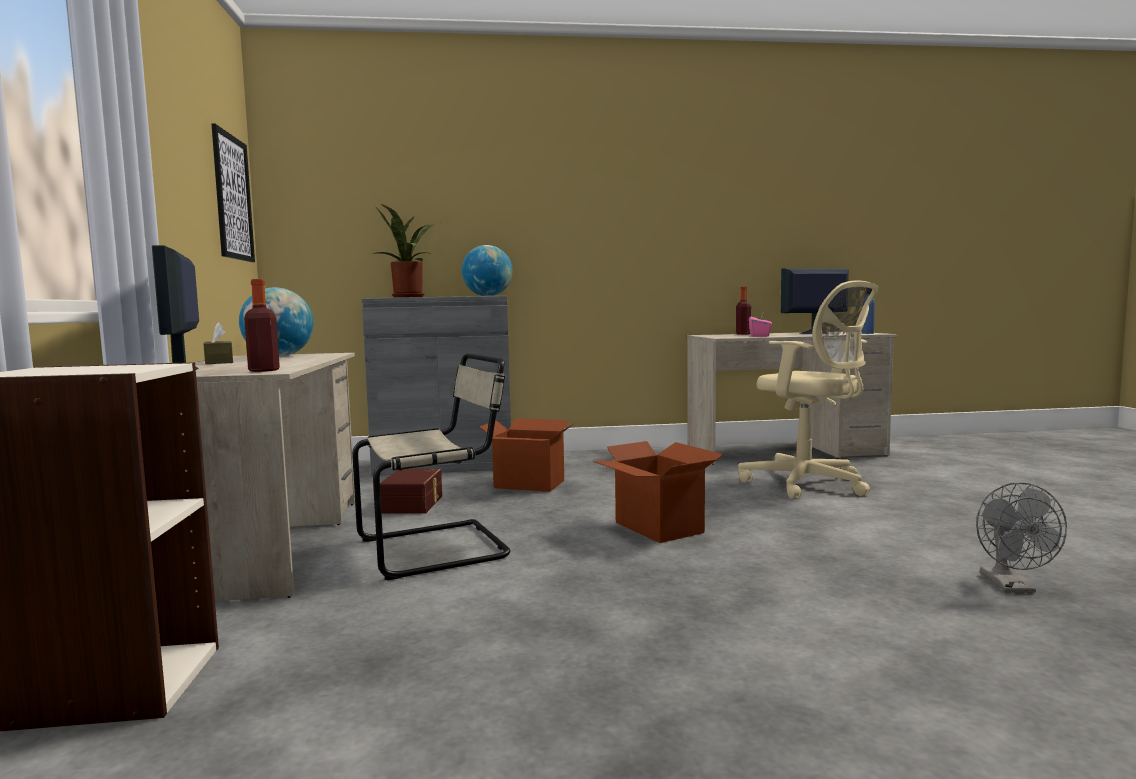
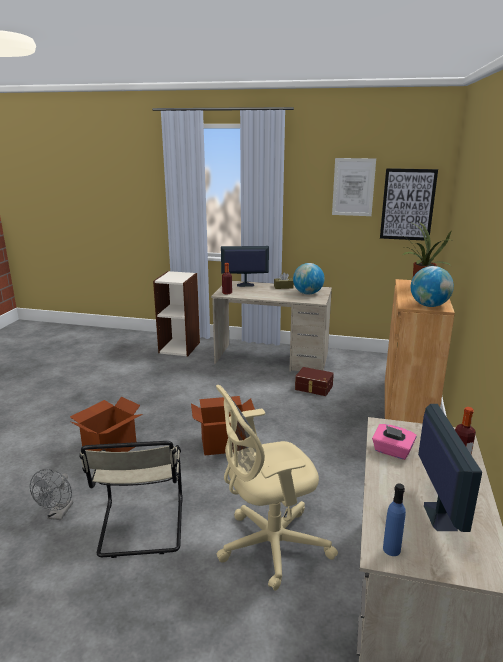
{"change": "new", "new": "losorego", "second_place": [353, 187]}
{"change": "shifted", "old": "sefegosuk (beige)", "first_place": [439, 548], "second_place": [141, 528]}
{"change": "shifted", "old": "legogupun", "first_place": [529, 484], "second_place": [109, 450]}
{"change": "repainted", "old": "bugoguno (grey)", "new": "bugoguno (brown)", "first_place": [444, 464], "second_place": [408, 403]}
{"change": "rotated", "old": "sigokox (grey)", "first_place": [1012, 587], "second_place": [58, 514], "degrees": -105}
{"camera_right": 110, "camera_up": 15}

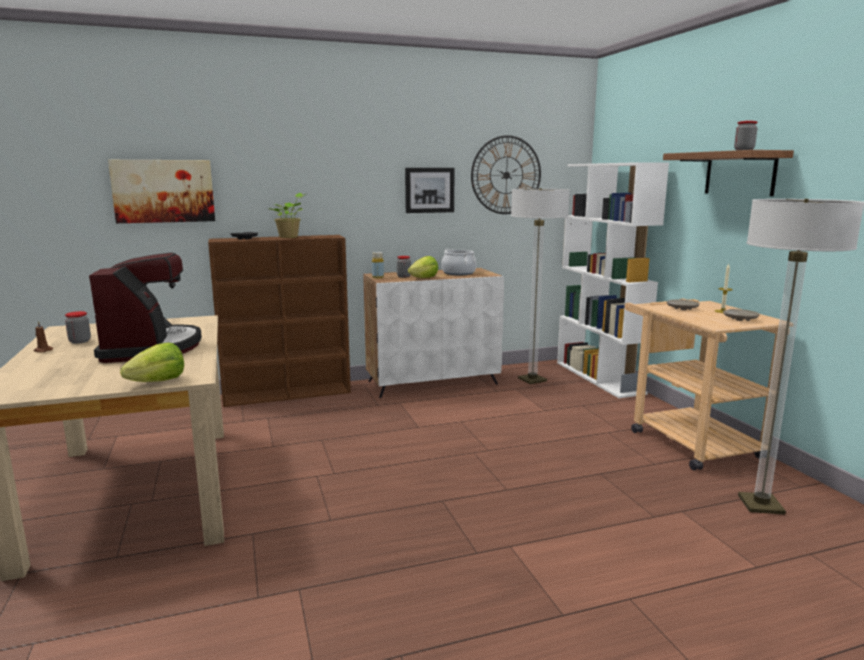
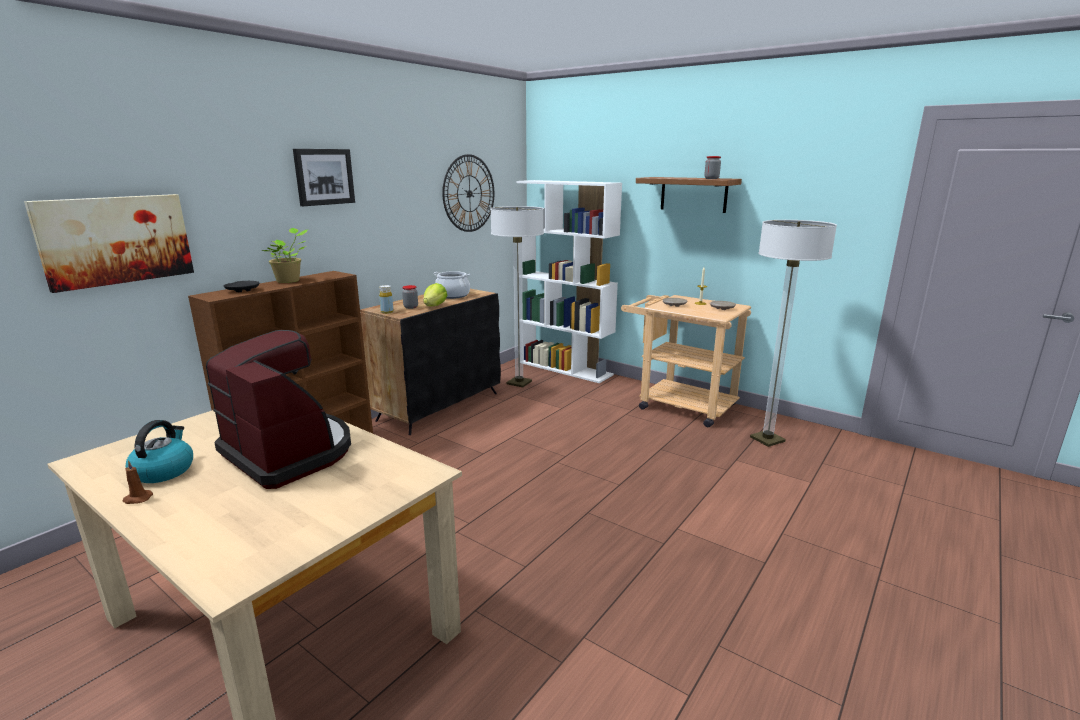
{"change": "gone", "old": "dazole", "first_place": [158, 381]}
{"change": "shifted", "old": "losorego", "first_place": [429, 190], "second_place": [324, 177]}
{"change": "swapped", "old": "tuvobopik", "new": "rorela", "first_place": [80, 341], "second_place": [163, 471]}
{"change": "repainted", "old": "bugoguno (white)", "new": "bugoguno (black)", "first_place": [433, 382], "second_place": [439, 406]}
{"camera_right": -35, "camera_up": 5}

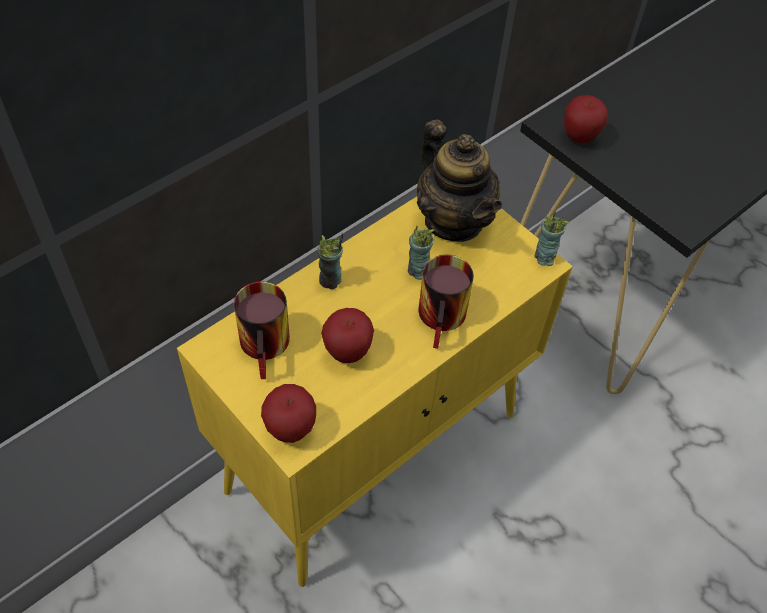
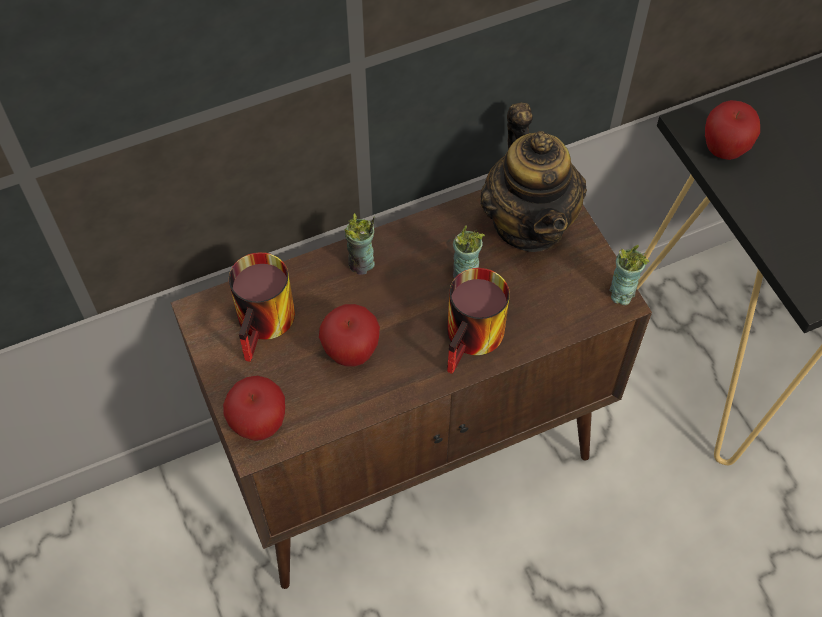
{"change": "repainted", "old": "bugoguno (yellow)", "new": "bugoguno (brown)", "first_place": [375, 450], "second_place": [413, 457]}
{"camera_right": 20, "camera_up": 5}

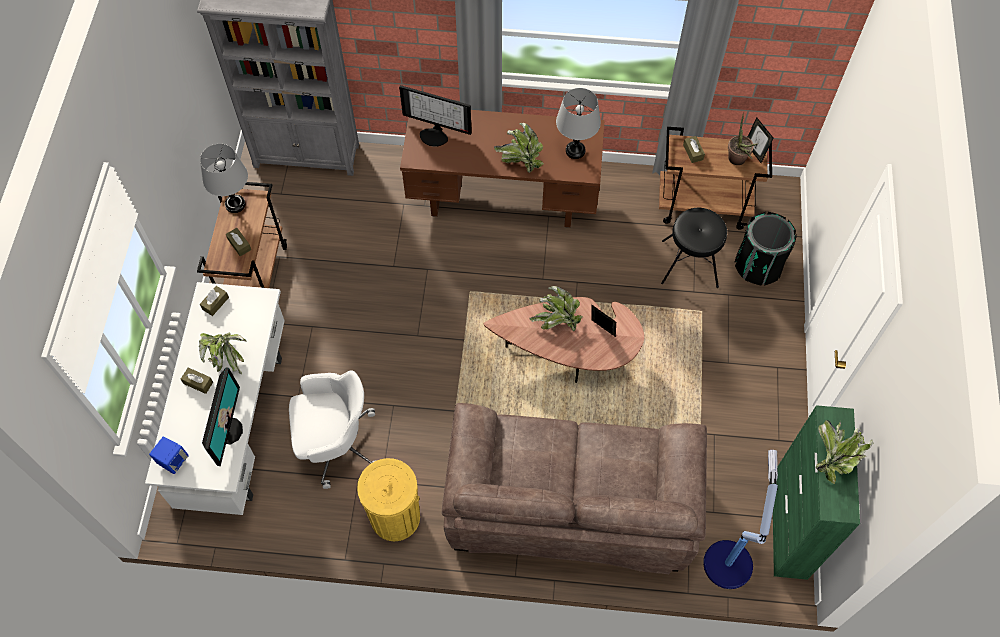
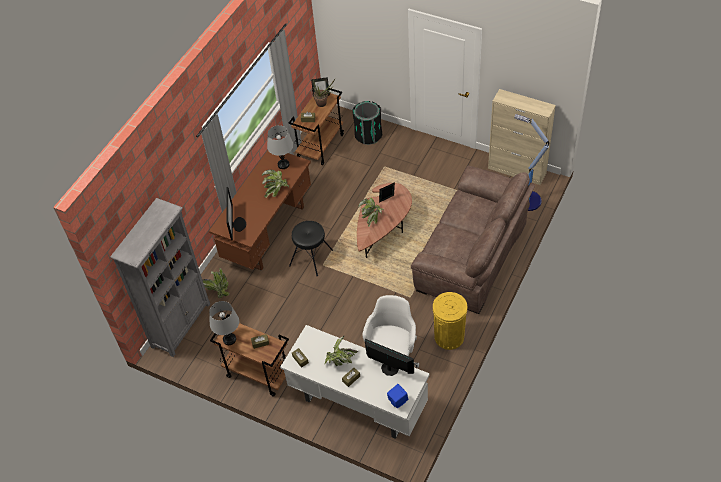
{"change": "shifted", "old": "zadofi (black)", "first_place": [690, 264], "second_place": [311, 258]}
{"change": "shifted", "old": "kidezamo", "first_place": [834, 457], "second_place": [218, 289]}
{"change": "repainted", "old": "bugoguno (green)", "new": "bugoguno (beige)", "first_place": [789, 526], "second_place": [517, 171]}
{"change": "rotated", "old": "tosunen", "first_place": [435, 135], "second_place": [237, 224], "degrees": -45}
{"camera_right": -65, "camera_up": -10}

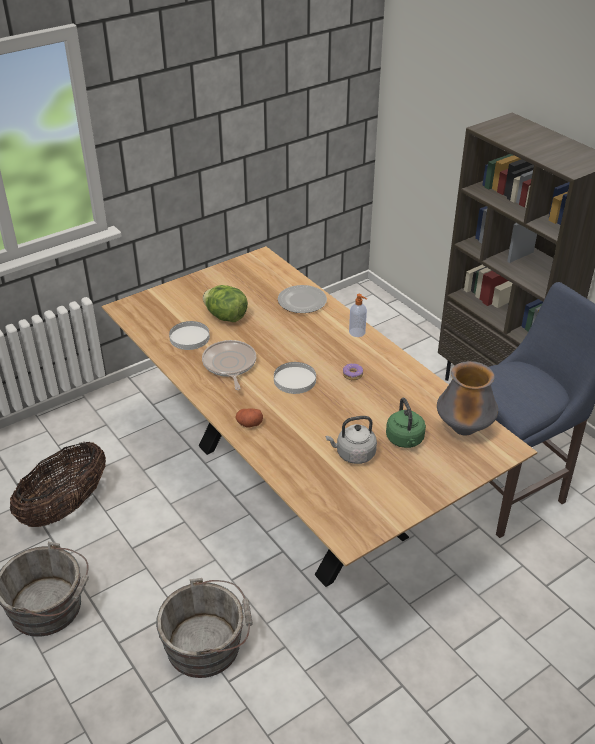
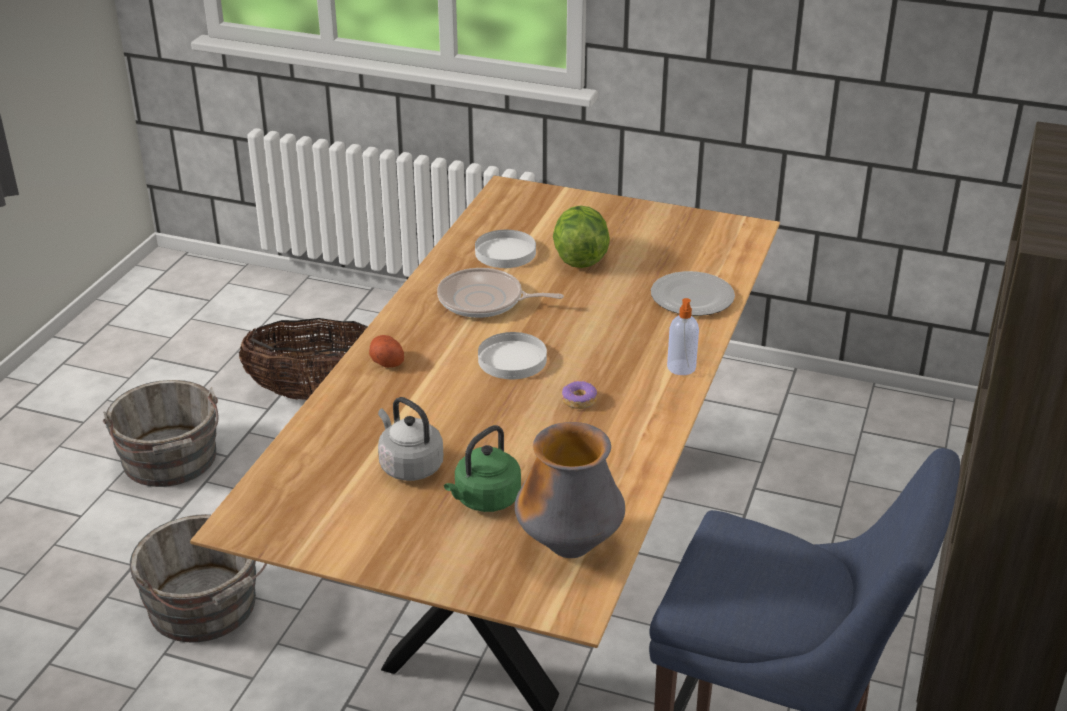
{"change": "rotated", "old": "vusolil", "first_place": [229, 365], "second_place": [485, 301], "degrees": -120}
{"camera_right": 55, "camera_up": -5}

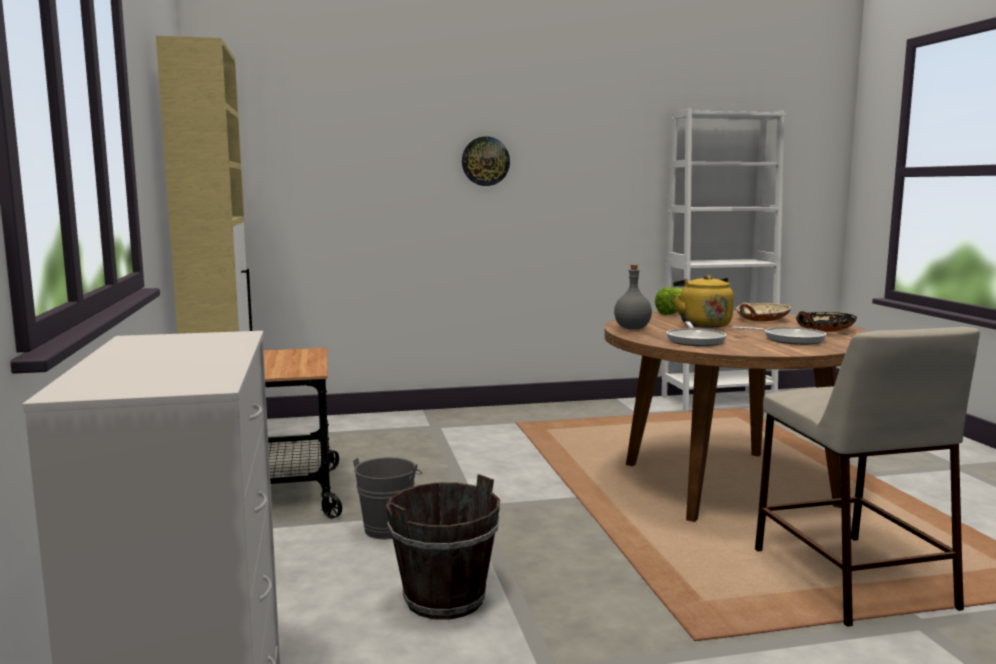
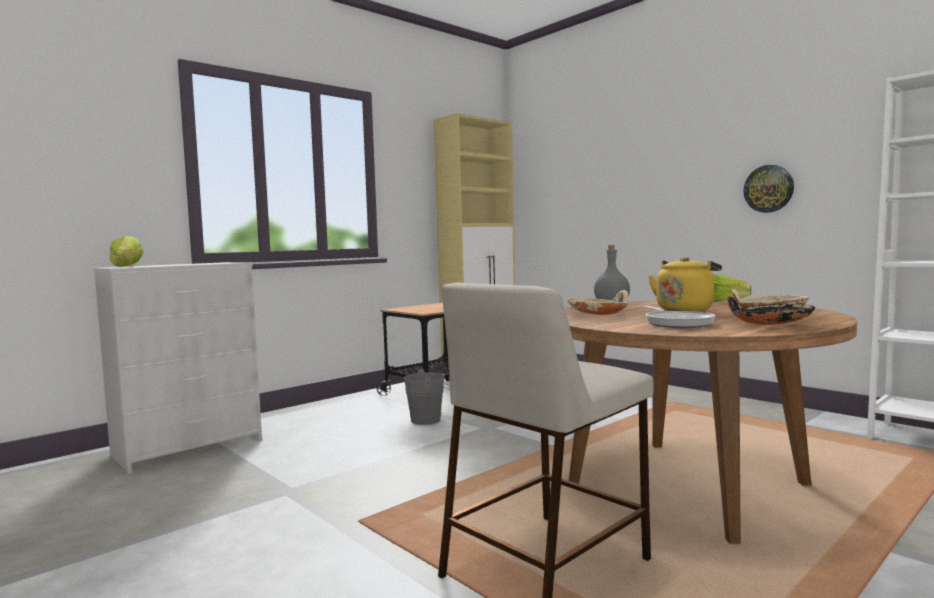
{"change": "gone", "old": "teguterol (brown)", "first_place": [444, 599]}
{"change": "new", "new": "dazole", "second_place": [127, 266]}
{"change": "shifted", "old": "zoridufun", "first_place": [485, 161], "second_place": [768, 188]}
{"change": "swapped", "old": "vusolil", "new": "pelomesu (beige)", "first_place": [695, 340], "second_place": [598, 314]}
{"camera_right": 60, "camera_up": -5}

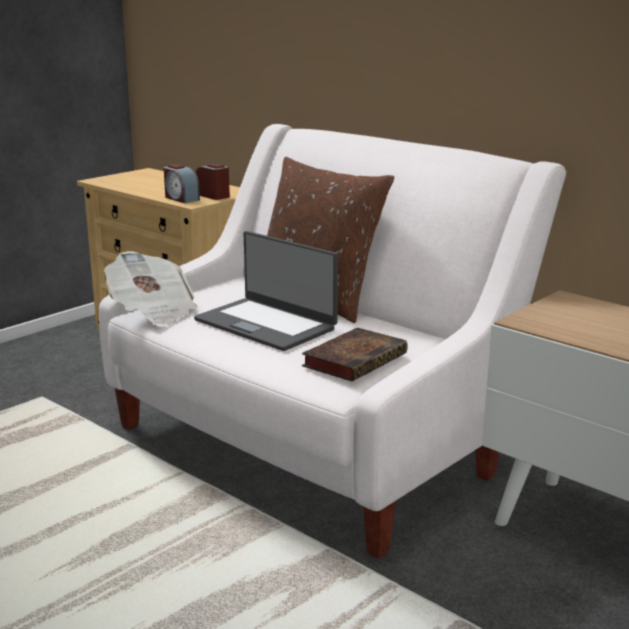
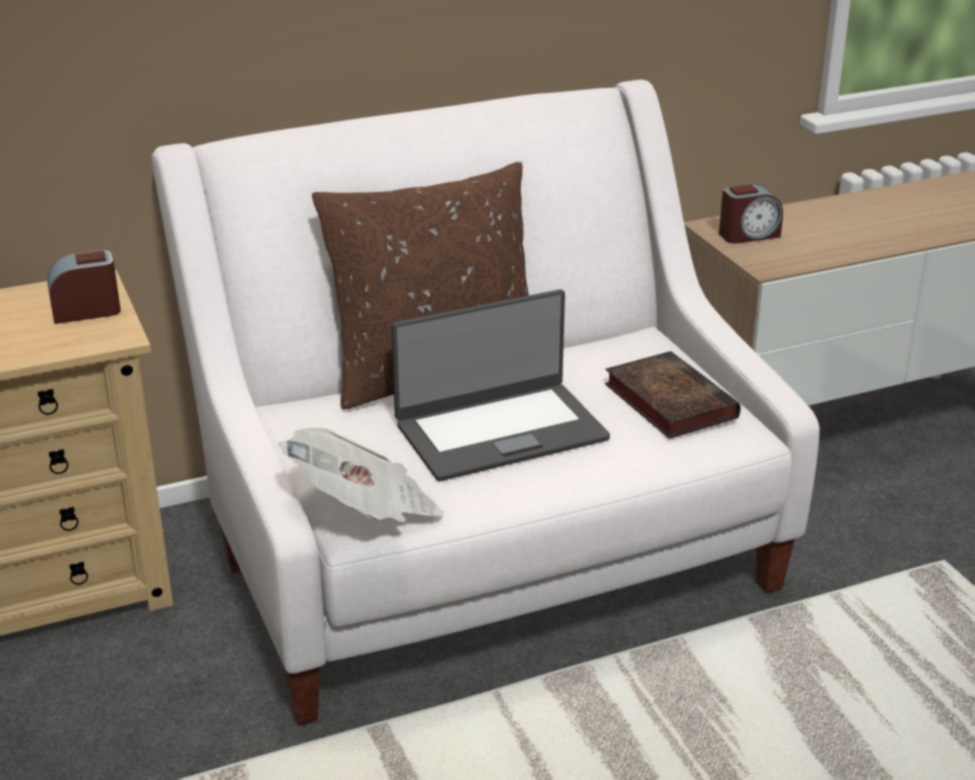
{"change": "shifted", "old": "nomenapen", "first_place": [181, 198], "second_place": [748, 235]}
{"camera_right": -65, "camera_up": 10}

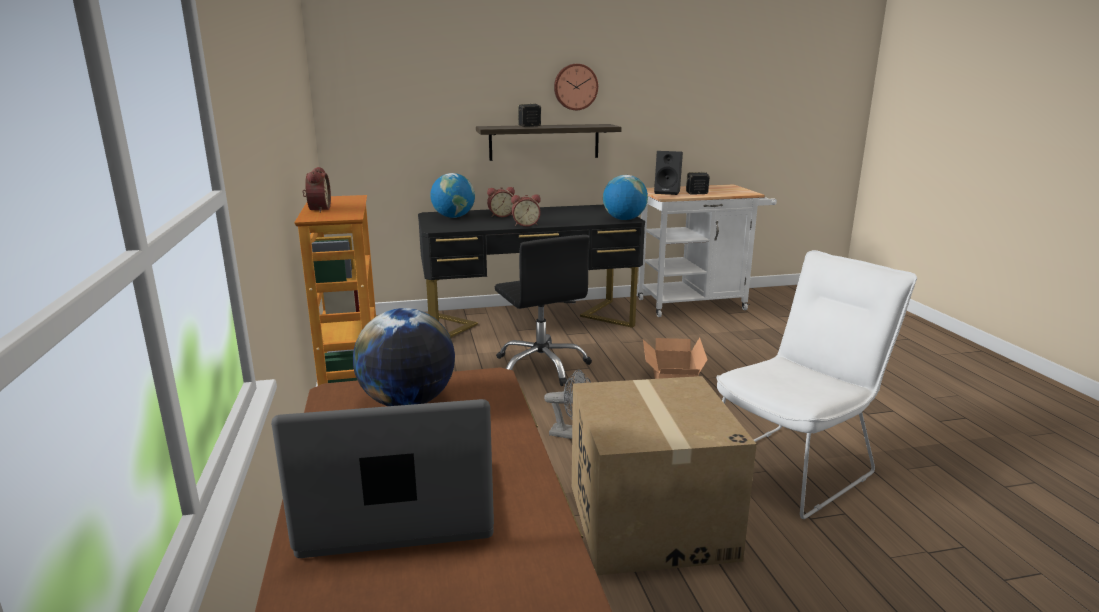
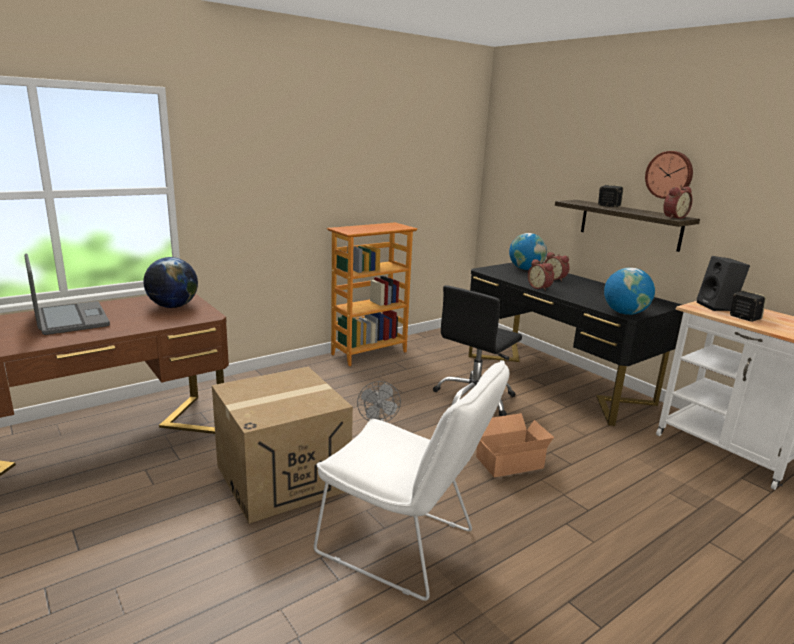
{"change": "shifted", "old": "nomenapen", "first_place": [317, 209], "second_place": [673, 217]}
{"camera_right": 65, "camera_up": 0}

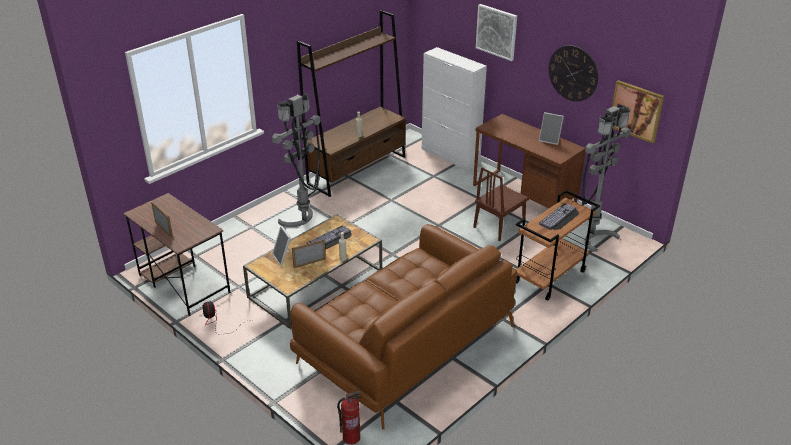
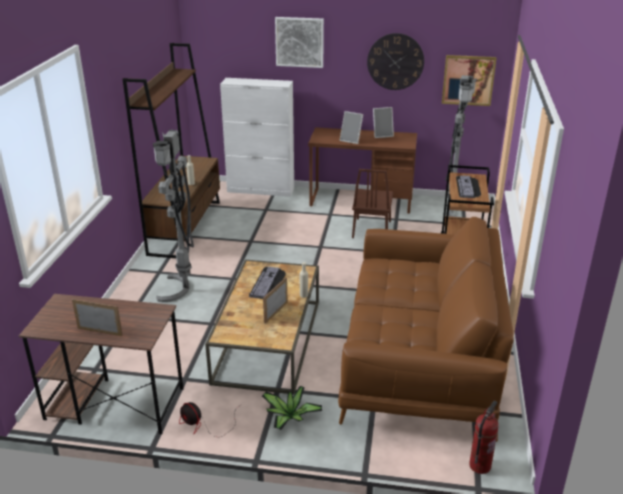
{"change": "new", "new": "kidezamo", "second_place": [289, 417]}
{"change": "shifted", "old": "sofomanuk", "first_place": [284, 258], "second_place": [351, 140]}
{"camera_right": -35, "camera_up": -5}

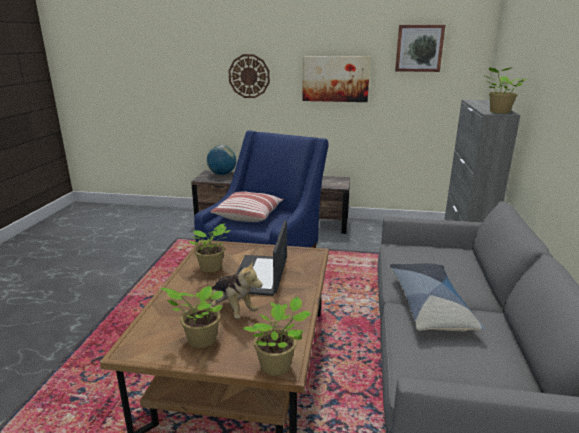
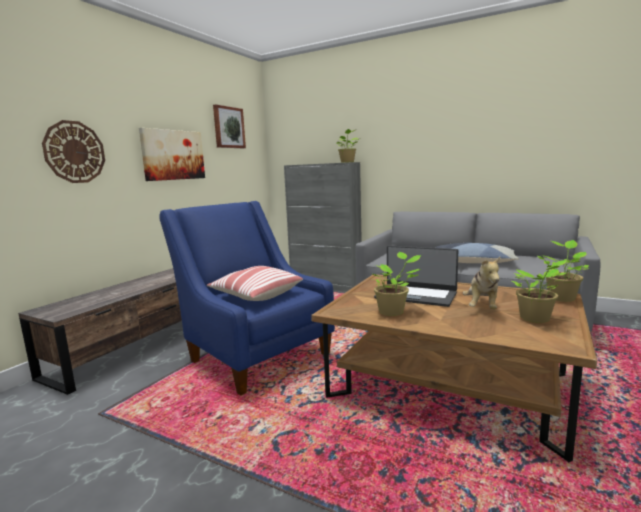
{"change": "gone", "old": "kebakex", "first_place": [222, 174]}
{"change": "rotated", "old": "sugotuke", "first_place": [231, 310], "second_place": [482, 307], "degrees": 135}
{"camera_right": -70, "camera_up": -10}

